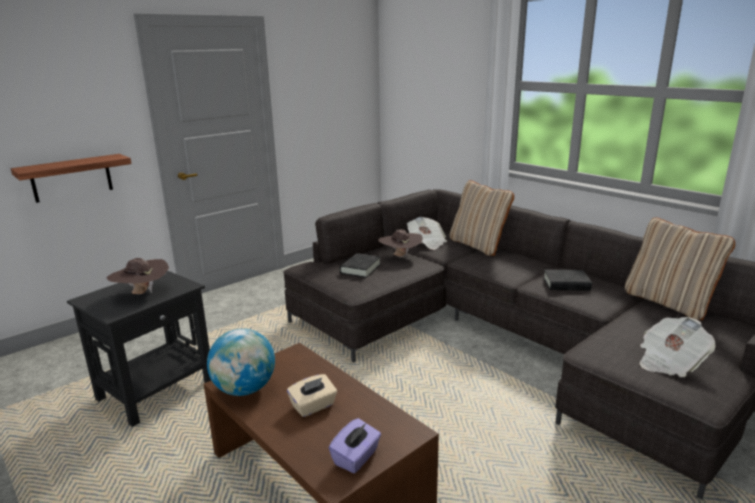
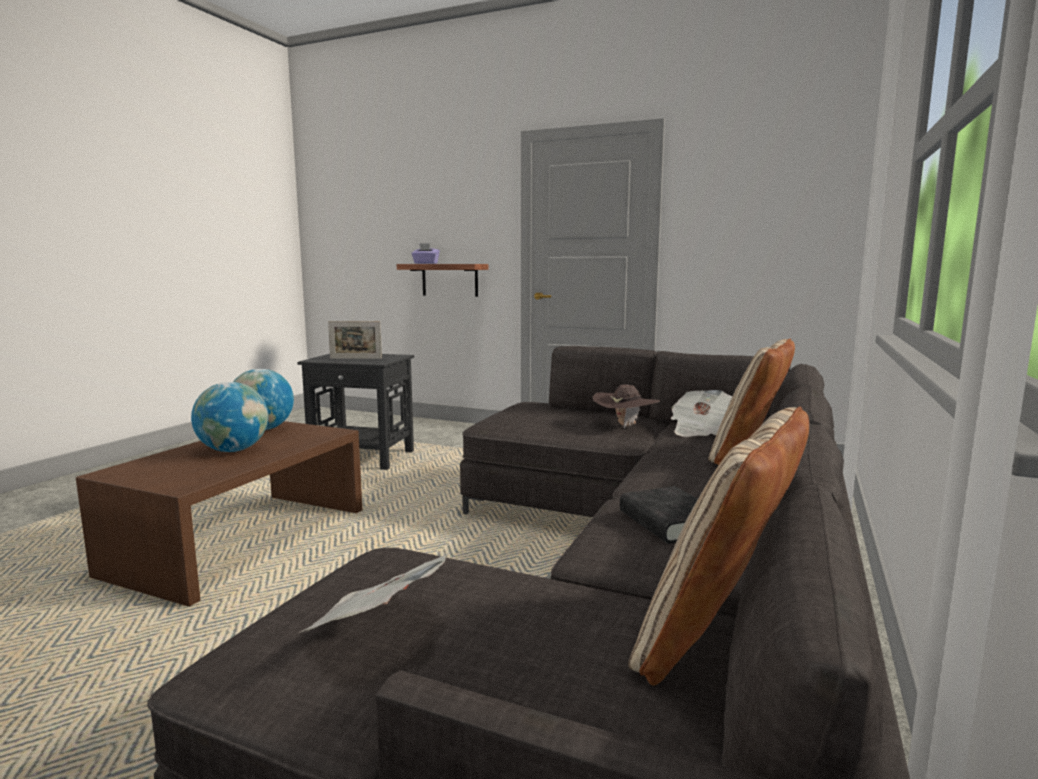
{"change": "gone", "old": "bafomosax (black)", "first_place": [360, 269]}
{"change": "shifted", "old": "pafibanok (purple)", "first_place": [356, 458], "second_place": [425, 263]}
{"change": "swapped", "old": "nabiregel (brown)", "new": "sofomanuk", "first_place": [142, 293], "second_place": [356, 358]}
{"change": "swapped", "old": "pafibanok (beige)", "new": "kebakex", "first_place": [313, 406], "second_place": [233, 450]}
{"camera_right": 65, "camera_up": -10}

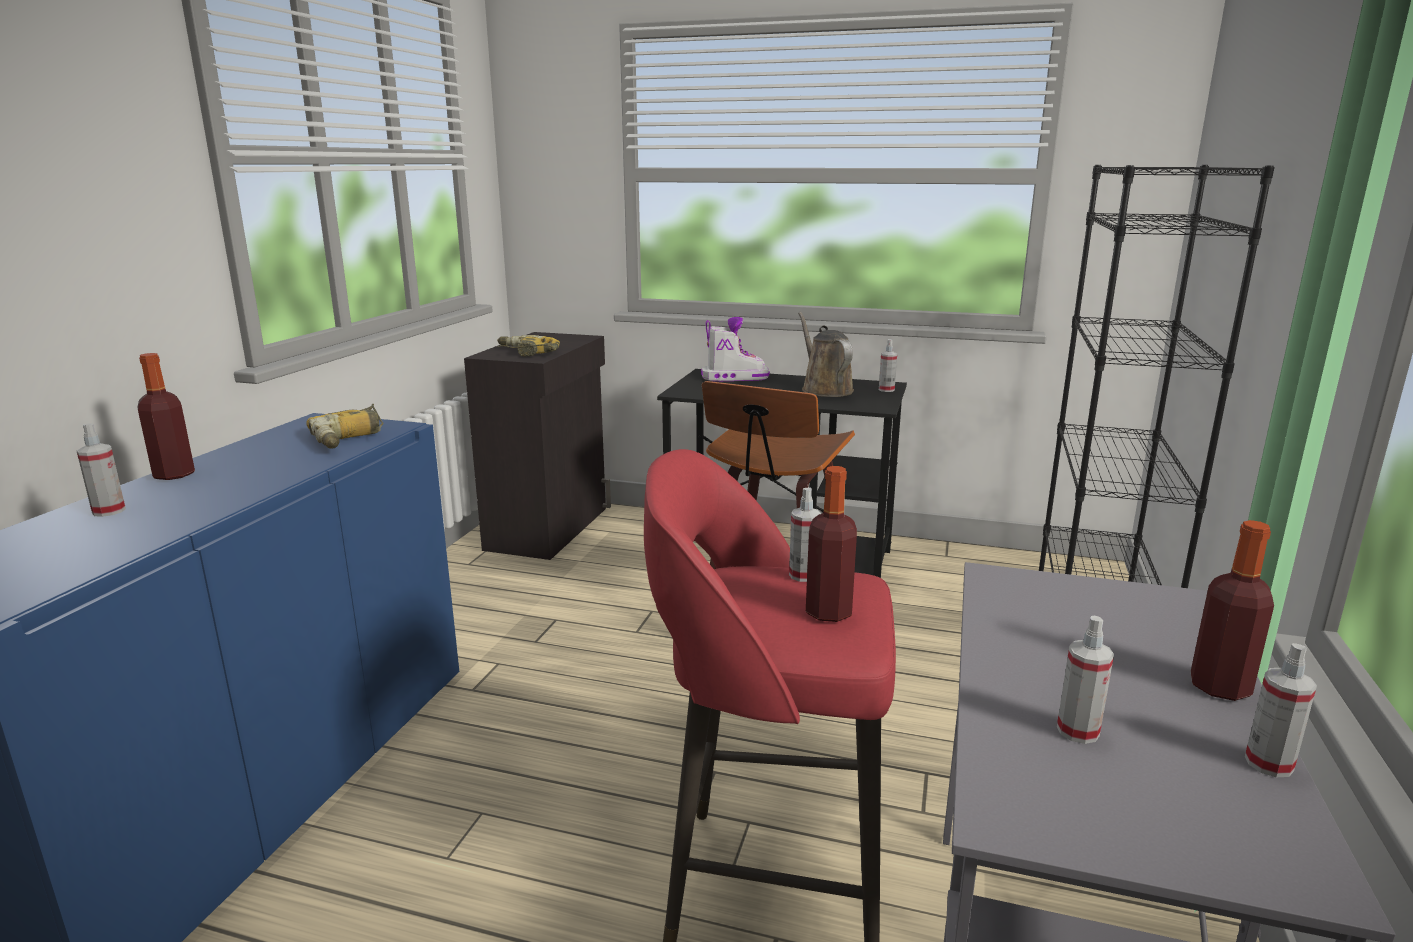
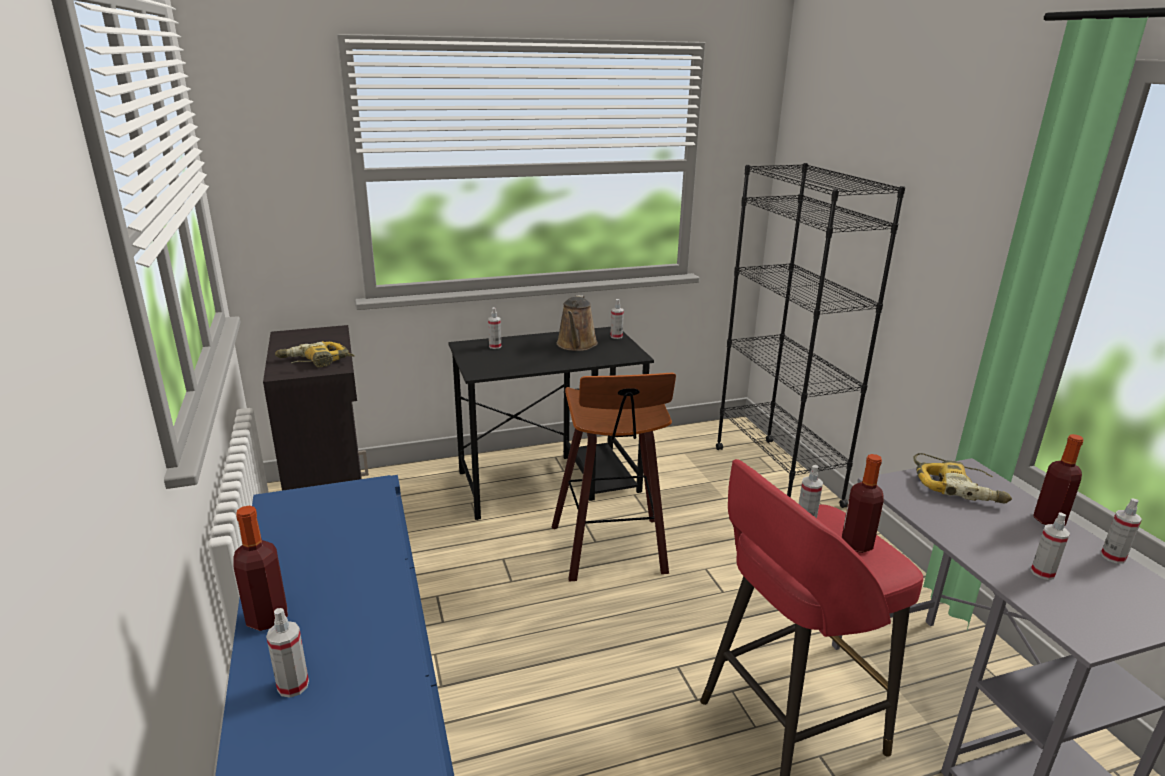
{"change": "shifted", "old": "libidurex", "first_place": [350, 437], "second_place": [958, 487]}
{"change": "swapped", "old": "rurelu", "new": "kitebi", "first_place": [734, 378], "second_place": [495, 346]}
{"change": "rotated", "old": "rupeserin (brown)", "first_place": [824, 389], "second_place": [576, 345], "degrees": -120}
{"camera_right": -35, "camera_up": 5}

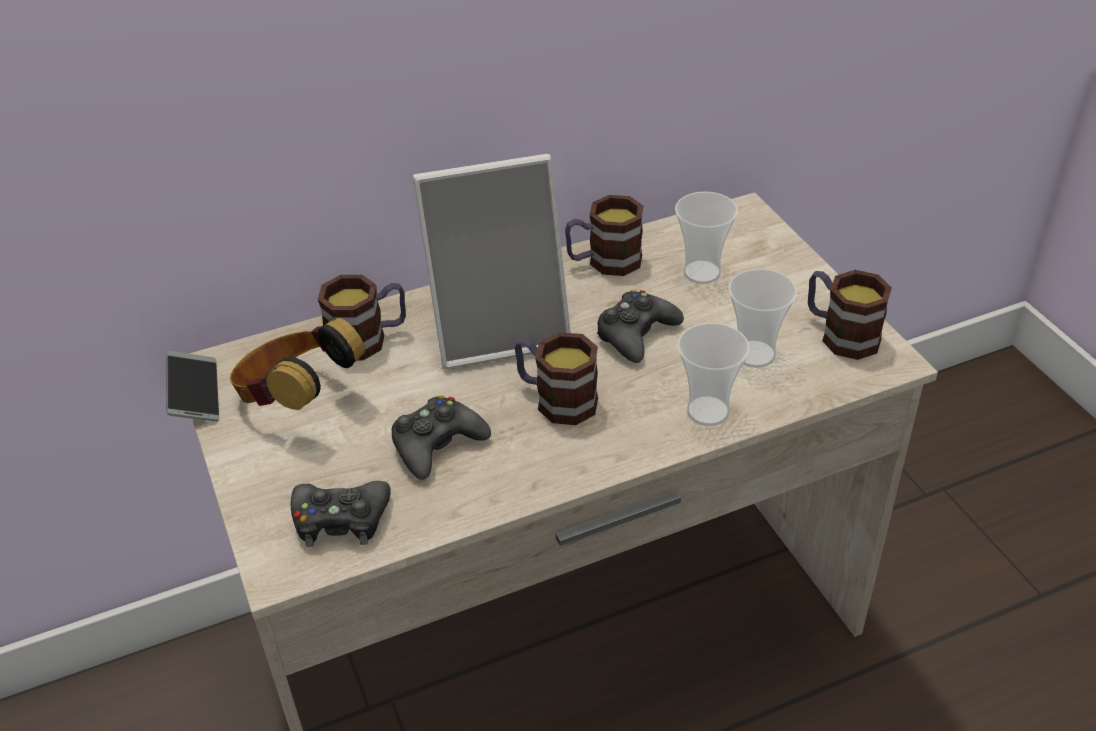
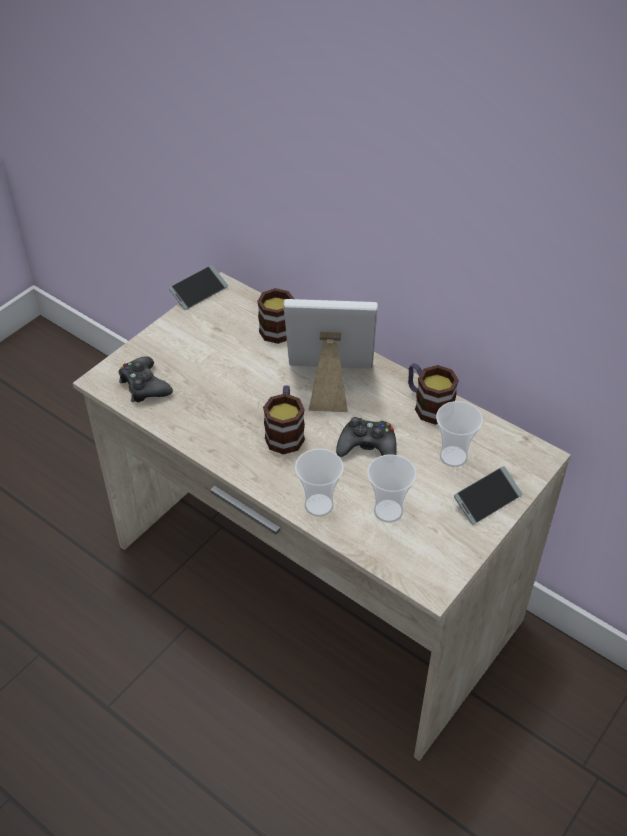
{"change": "gone", "old": "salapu", "first_place": [298, 399]}
{"change": "gone", "old": "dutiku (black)", "first_place": [437, 445]}
{"change": "gone", "old": "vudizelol", "first_place": [840, 334]}
{"change": "new", "new": "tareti", "second_place": [487, 500]}
{"change": "rotated", "old": "sofomanuk", "first_place": [500, 329], "second_place": [328, 384], "degrees": 135}
{"camera_right": 60, "camera_up": 5}

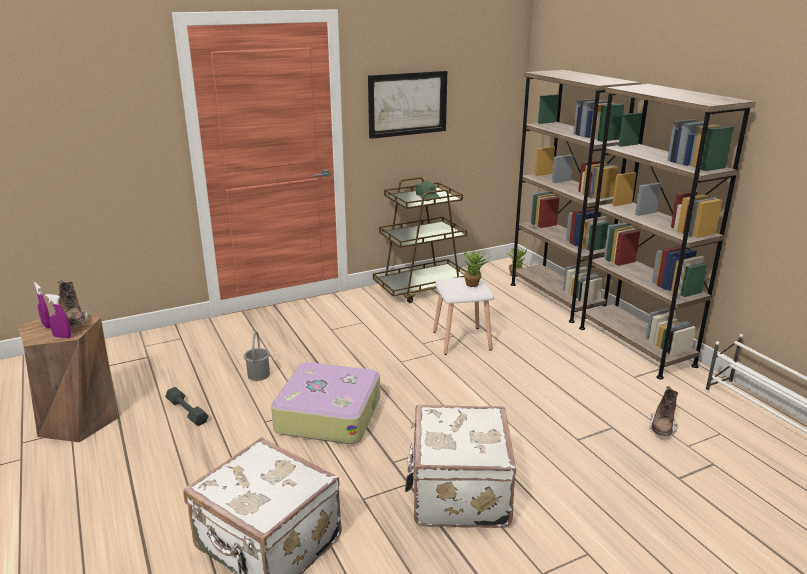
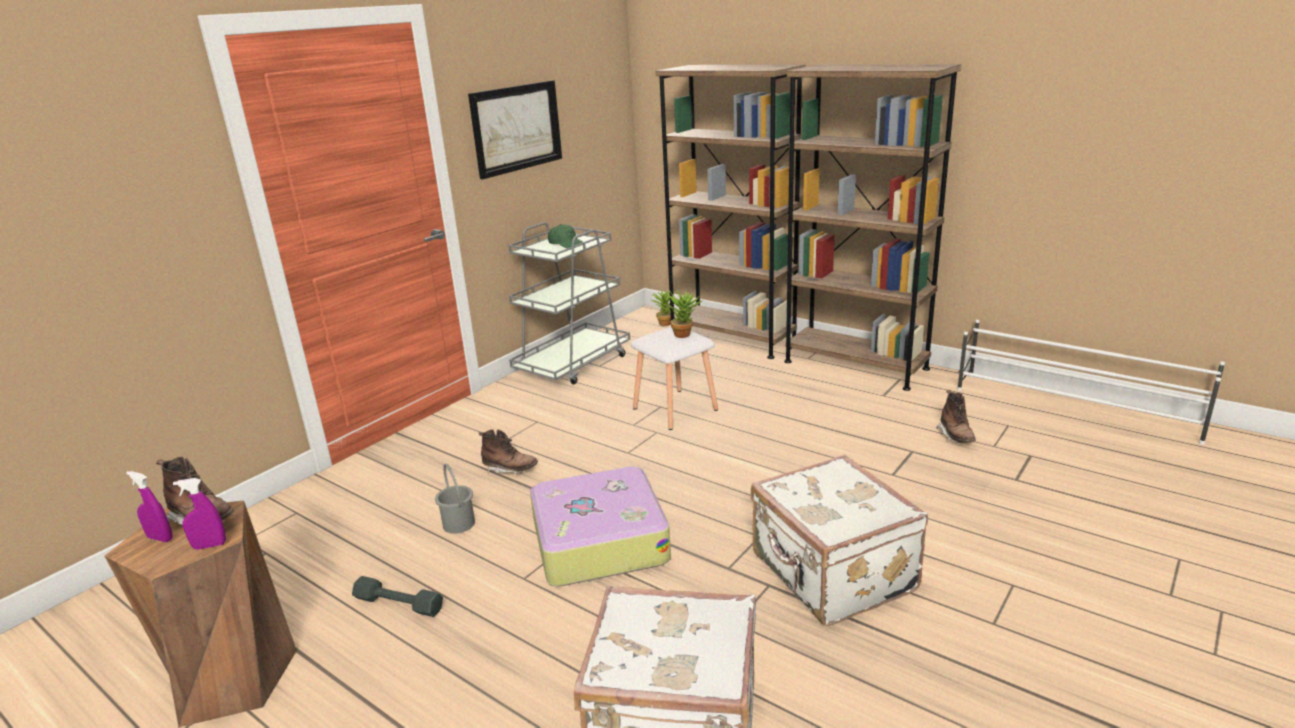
{"change": "new", "new": "rurelu (brown)", "second_place": [510, 469]}
{"change": "repainted", "old": "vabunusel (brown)", "new": "vabunusel (grey)", "first_place": [422, 288], "second_place": [573, 364]}
{"camera_right": -25, "camera_up": 0}

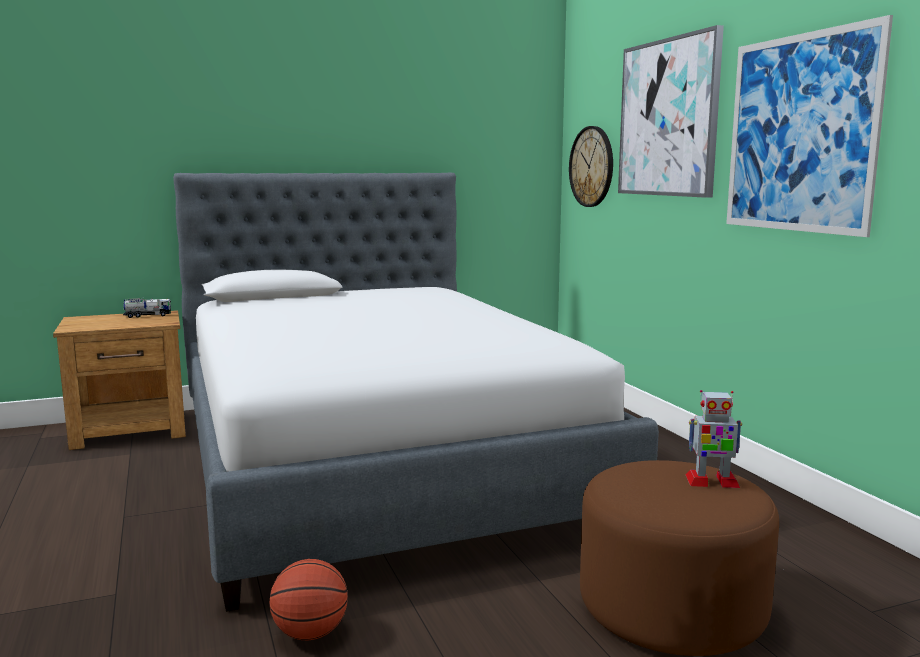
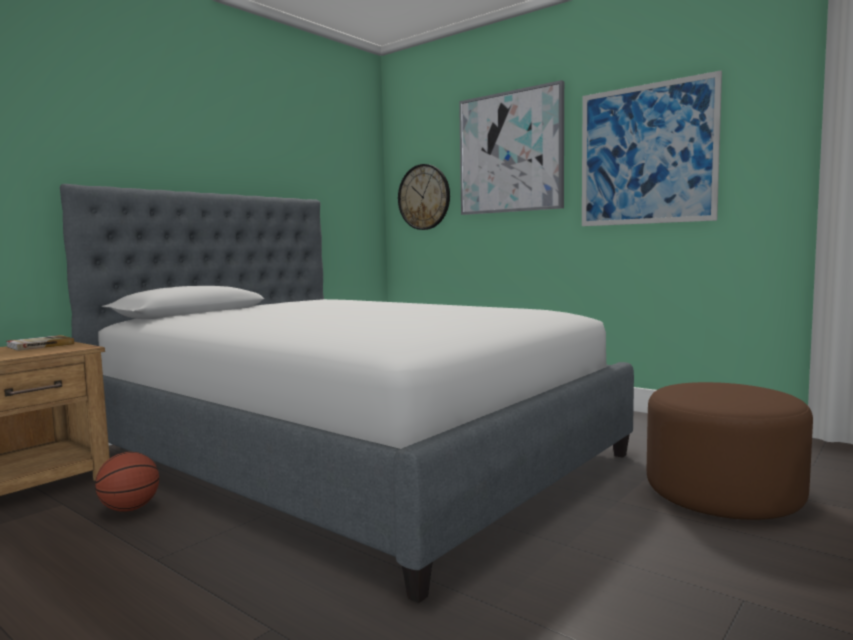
{"change": "gone", "old": "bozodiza", "first_place": [711, 481]}
{"change": "shifted", "old": "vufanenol", "first_place": [310, 633], "second_place": [129, 509]}
{"change": "swapped", "old": "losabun", "new": "bafomosax", "first_place": [148, 316], "second_place": [39, 345]}
{"camera_right": -30, "camera_up": -5}

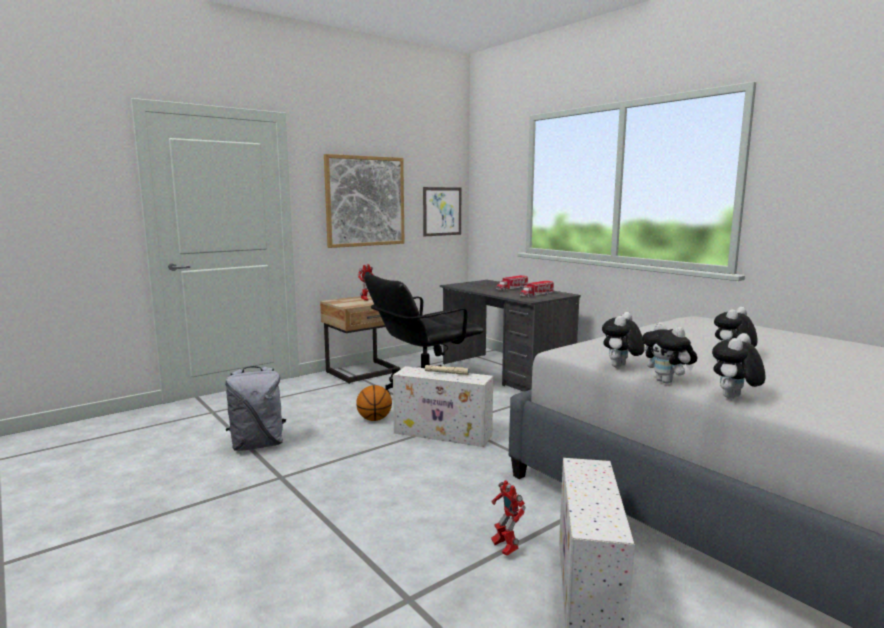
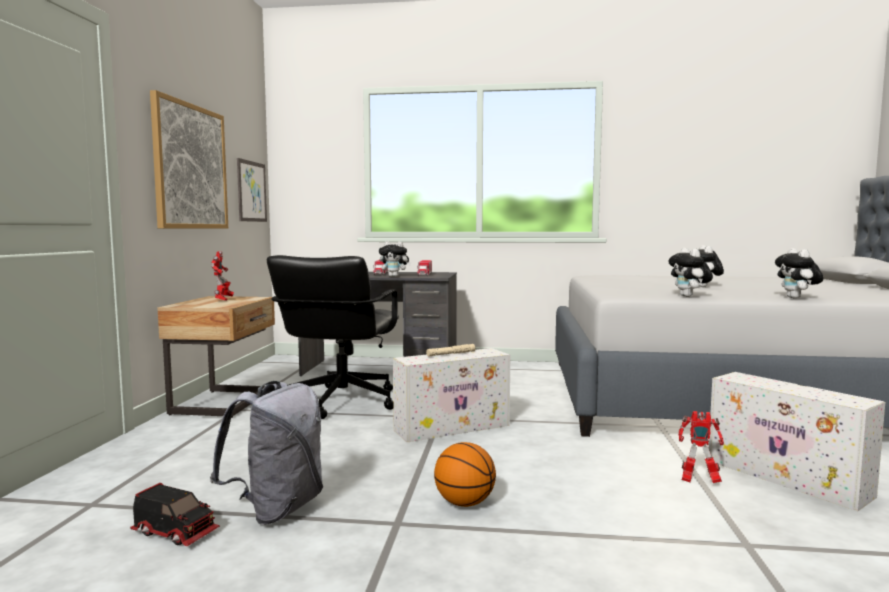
{"change": "new", "new": "losabun", "second_place": [176, 532]}
{"change": "shifted", "old": "vufanenol", "first_place": [374, 419], "second_place": [464, 503]}
{"change": "shifted", "old": "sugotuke", "first_place": [667, 382], "second_place": [395, 276]}
{"camera_right": -45, "camera_up": -5}

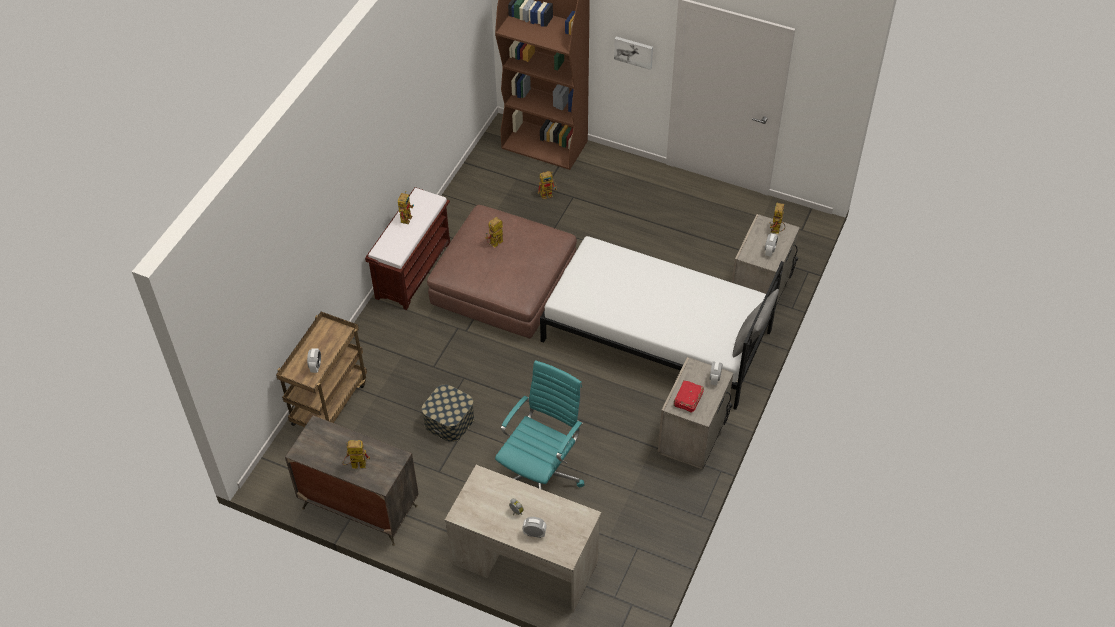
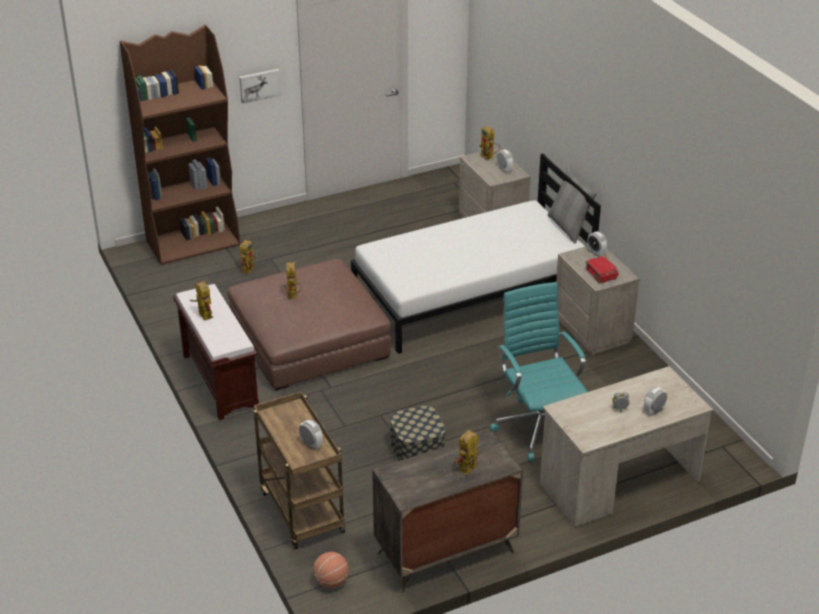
{"change": "new", "new": "vufanenol", "second_place": [331, 581]}
{"camera_right": -50, "camera_up": -15}

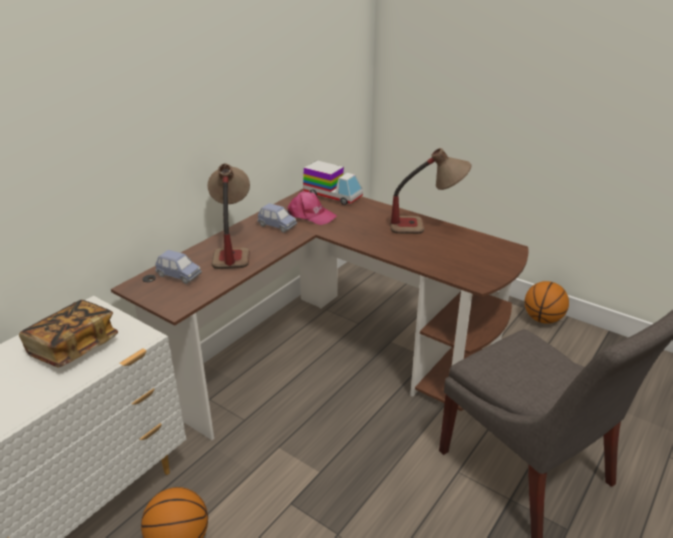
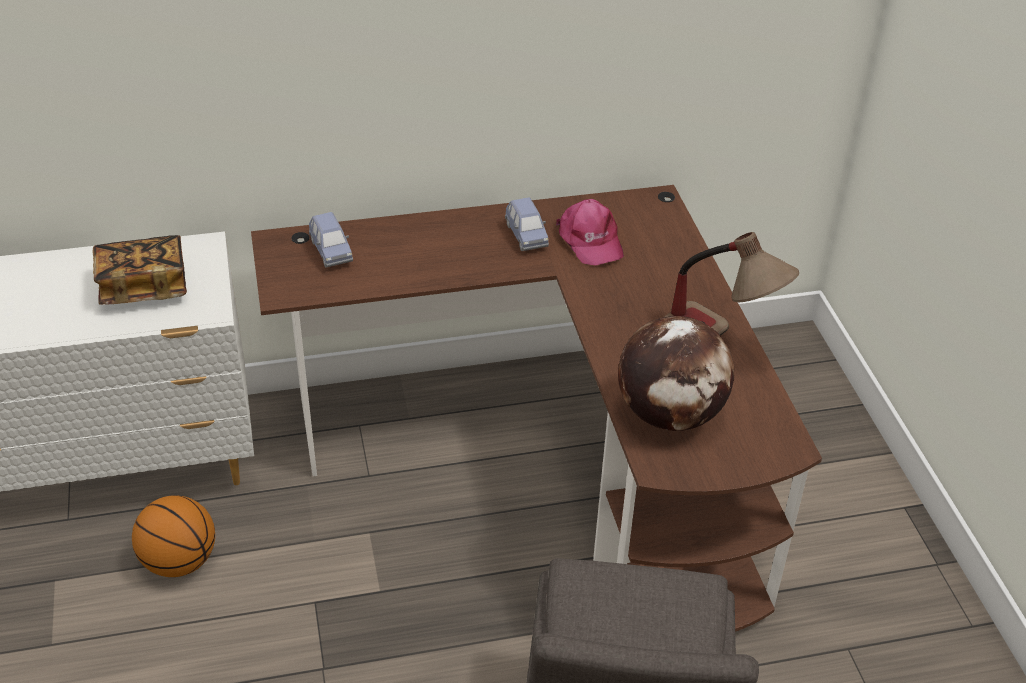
{"change": "gone", "old": "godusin", "first_place": [232, 249]}
{"change": "gone", "old": "losabun", "first_place": [332, 195]}
{"change": "gone", "old": "vufanenol", "first_place": [543, 319]}
{"change": "new", "new": "kebakex", "second_place": [670, 415]}
{"camera_right": 40, "camera_up": 10}

